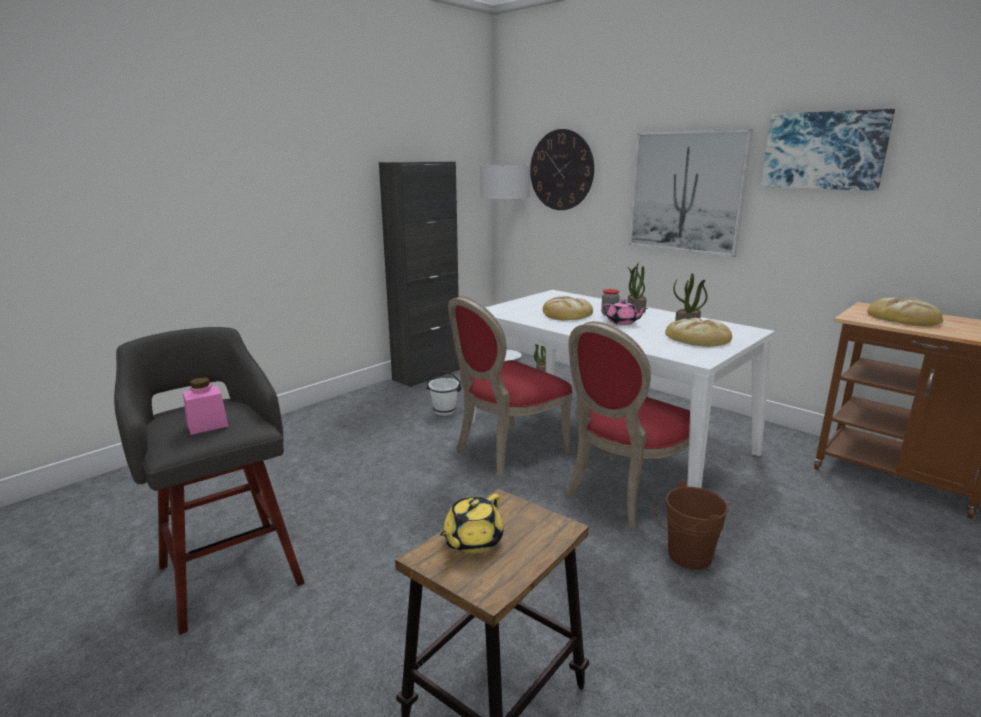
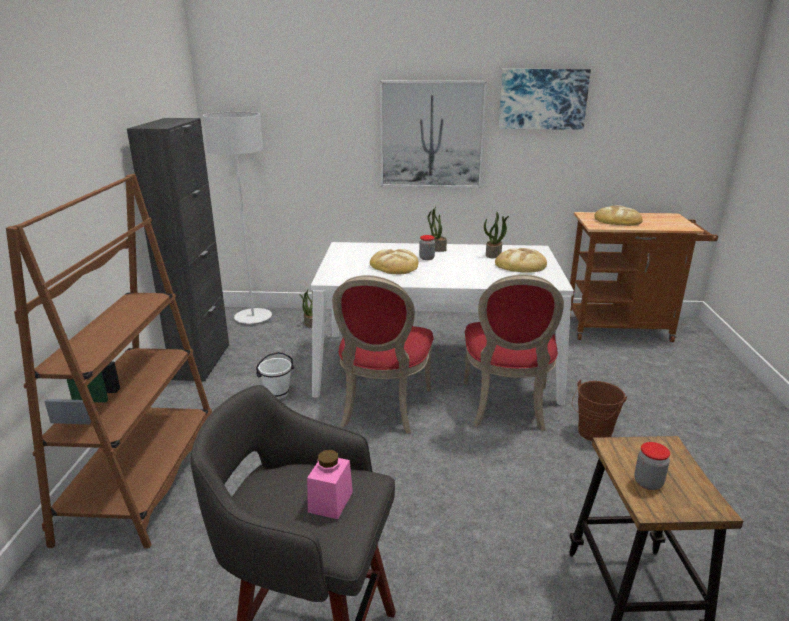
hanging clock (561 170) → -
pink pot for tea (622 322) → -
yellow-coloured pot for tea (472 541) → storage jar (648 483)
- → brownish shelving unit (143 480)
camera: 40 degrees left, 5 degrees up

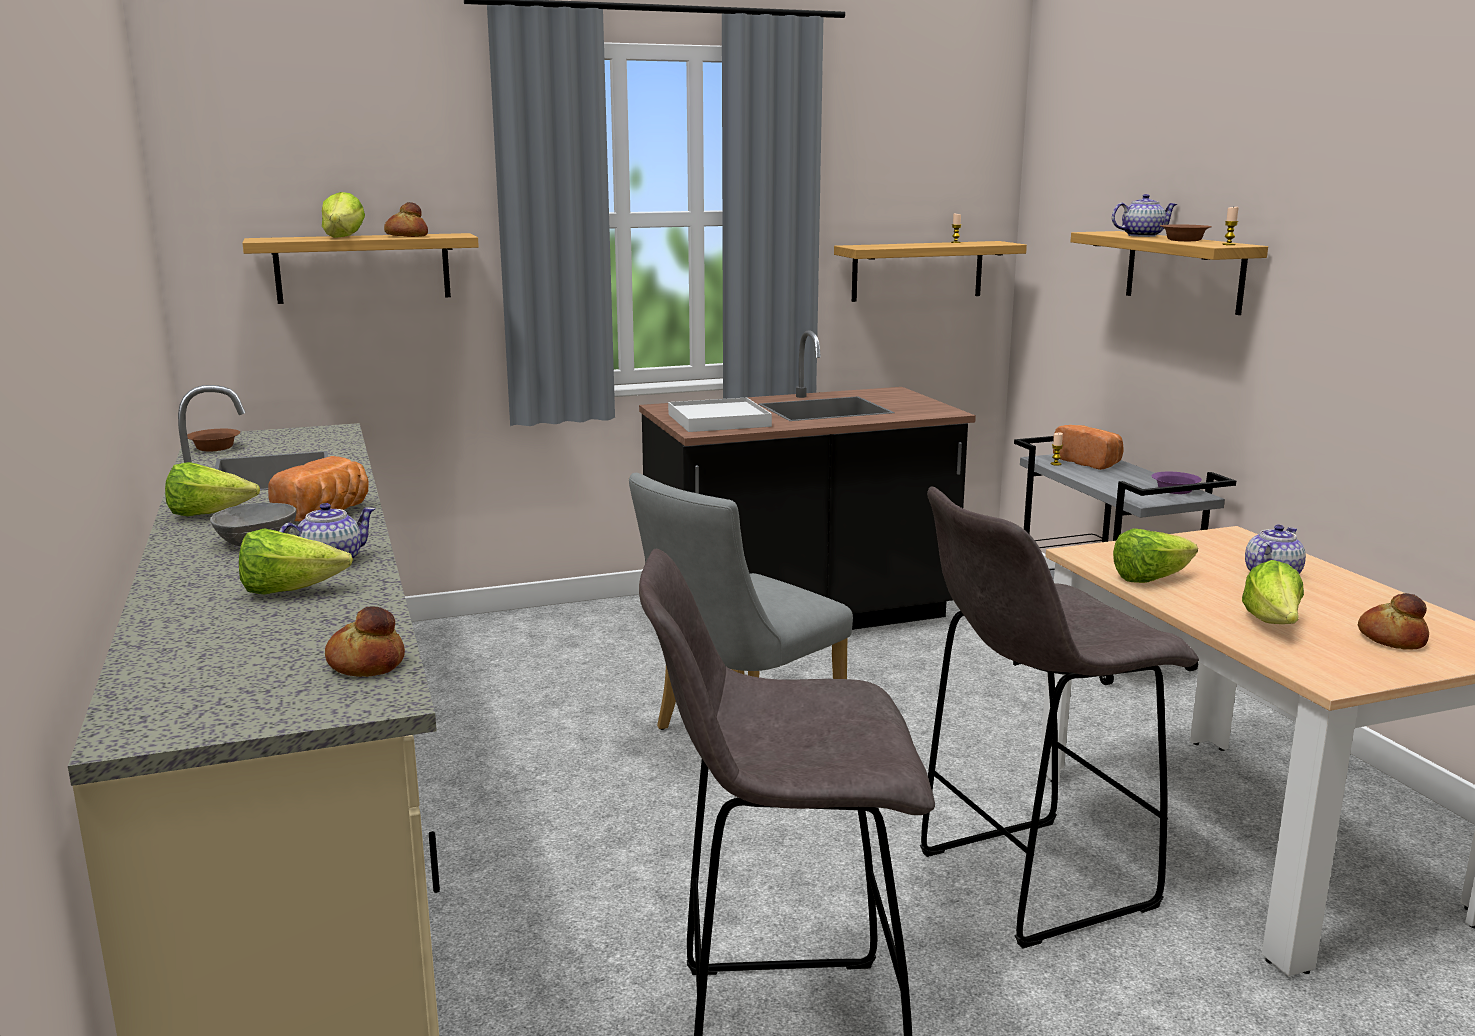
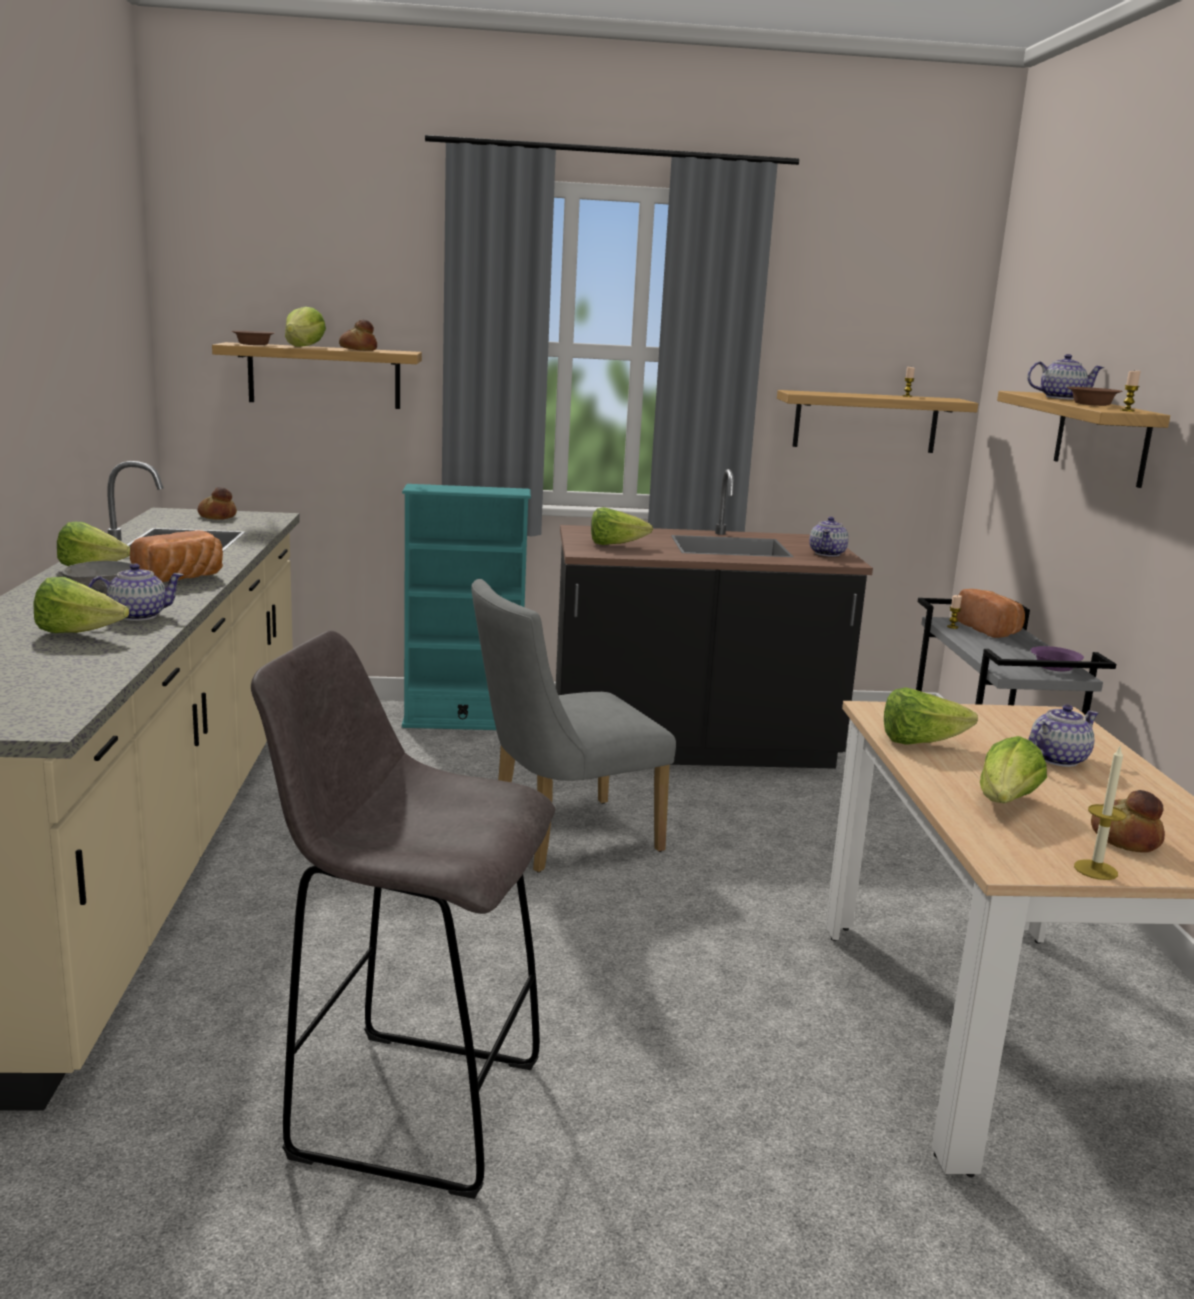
whitish tray (718 420) → lettuce (615 545)
brownish serving bowl (213 448) → brownish serving bowl (252 344), moved
gray stool (1029 881) → -
bread (367 663) → bread (218 516), moved
- → blue-green shelving unit (463 722)
- → pot for tea (827 553)
- → candle (1095 870)
camera: 15 degrees right, 0 degrees up

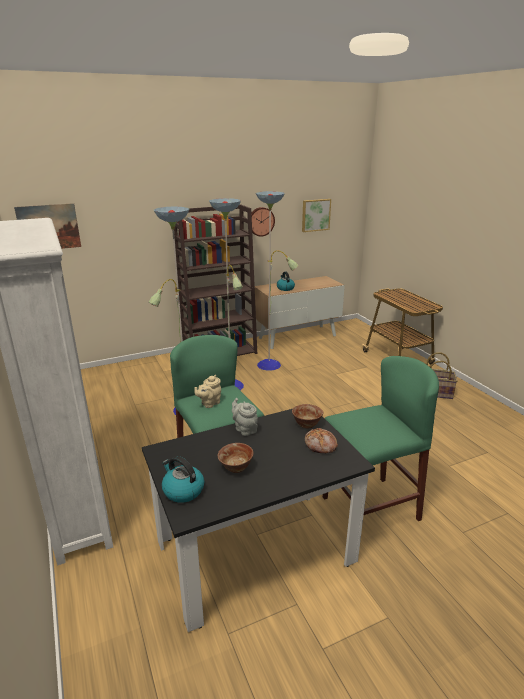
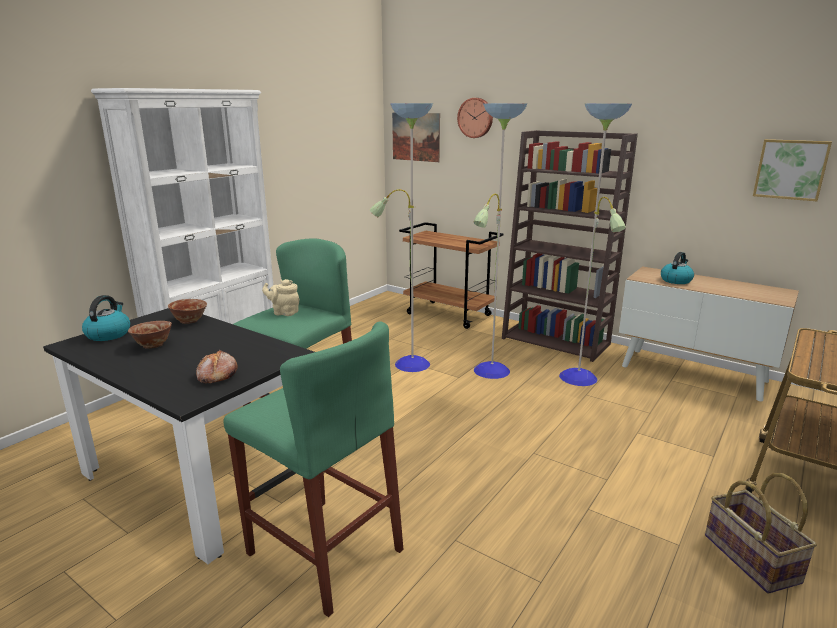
hanging clock (260 221) → hanging clock (476 118), moved
gray pot for tea (244 429) → -
serving bowl (306 424) → serving bowl (189 321), moved
- → brownish trolley (449 314)
camera: 60 degrees right, 5 degrees down

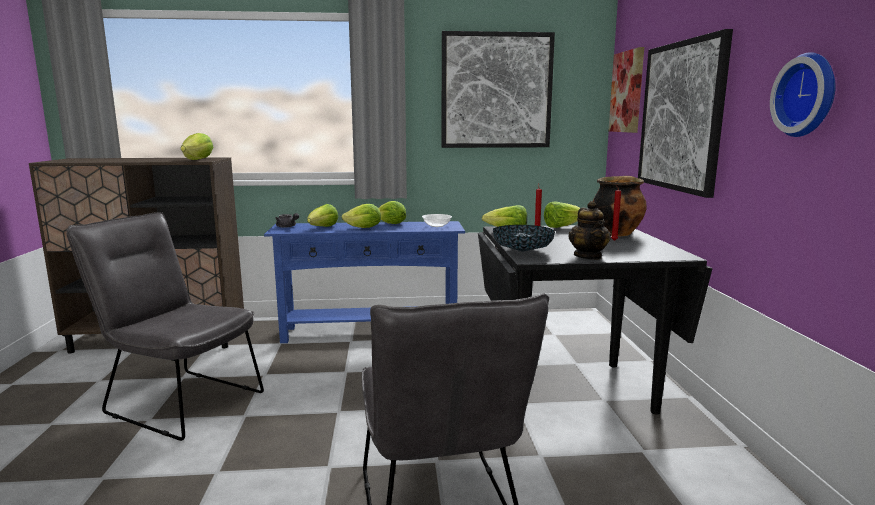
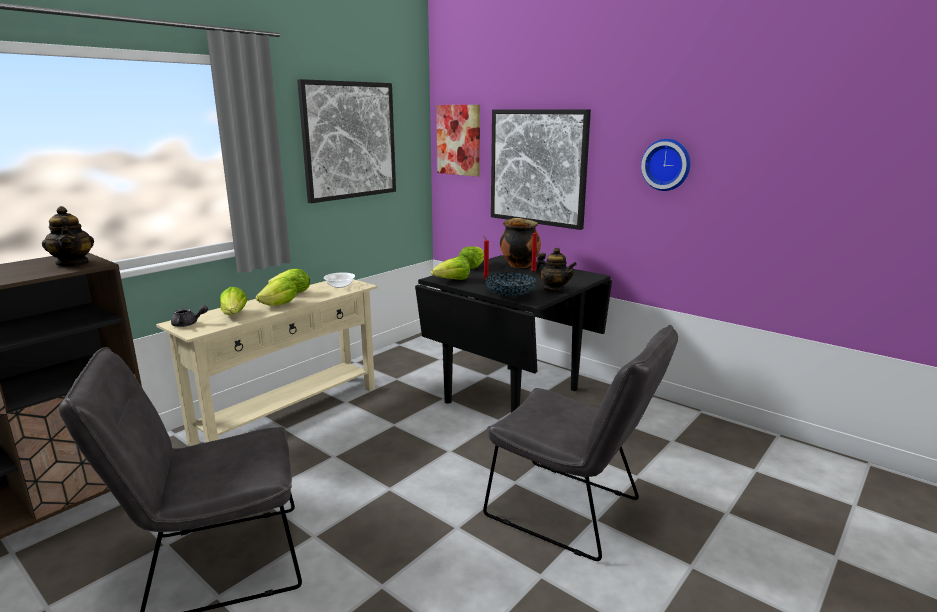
lettuce (198 159) → pot for tea (73 263)
blue hall table (370 332) → sand-coloured hall table (289 413)
camera: 45 degrees left, 5 degrees up

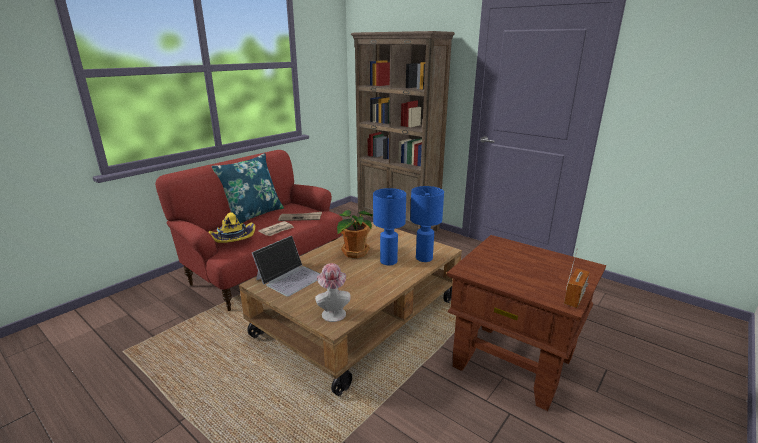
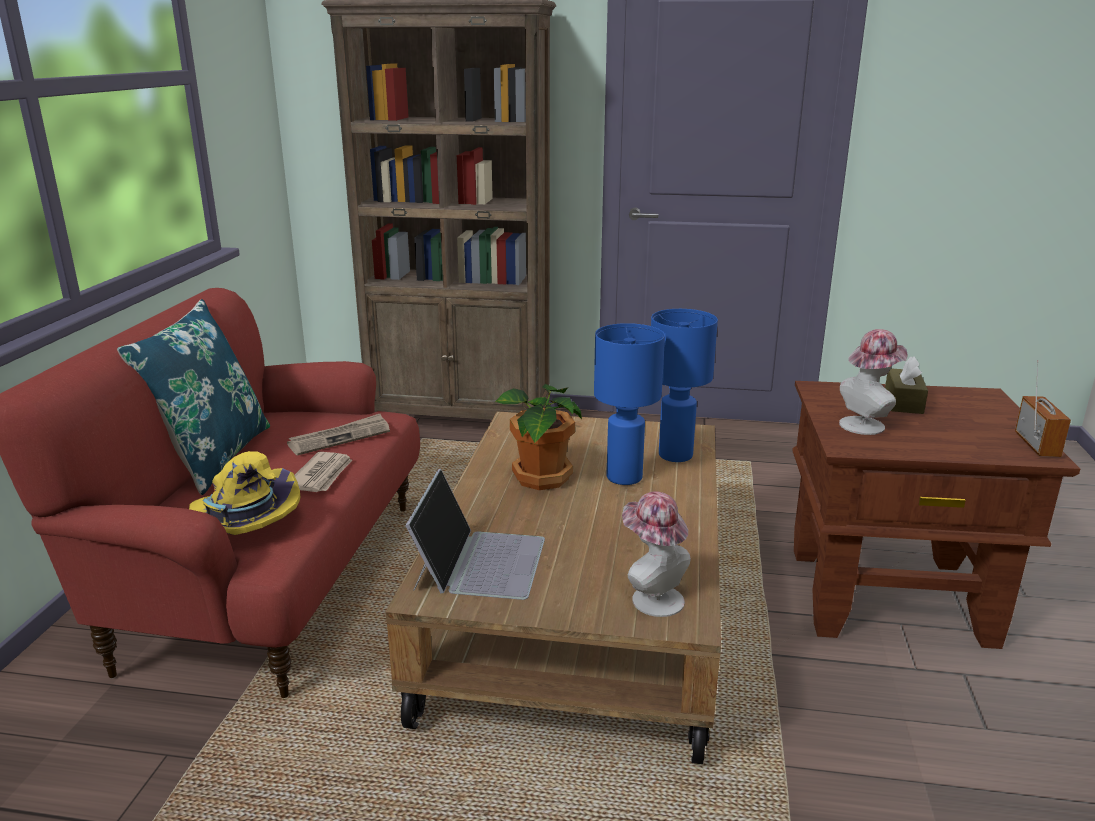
- → wearable hat (866 424)
- → brownish box of tissues (903 402)
camera: 30 degrees left, 0 degrees up

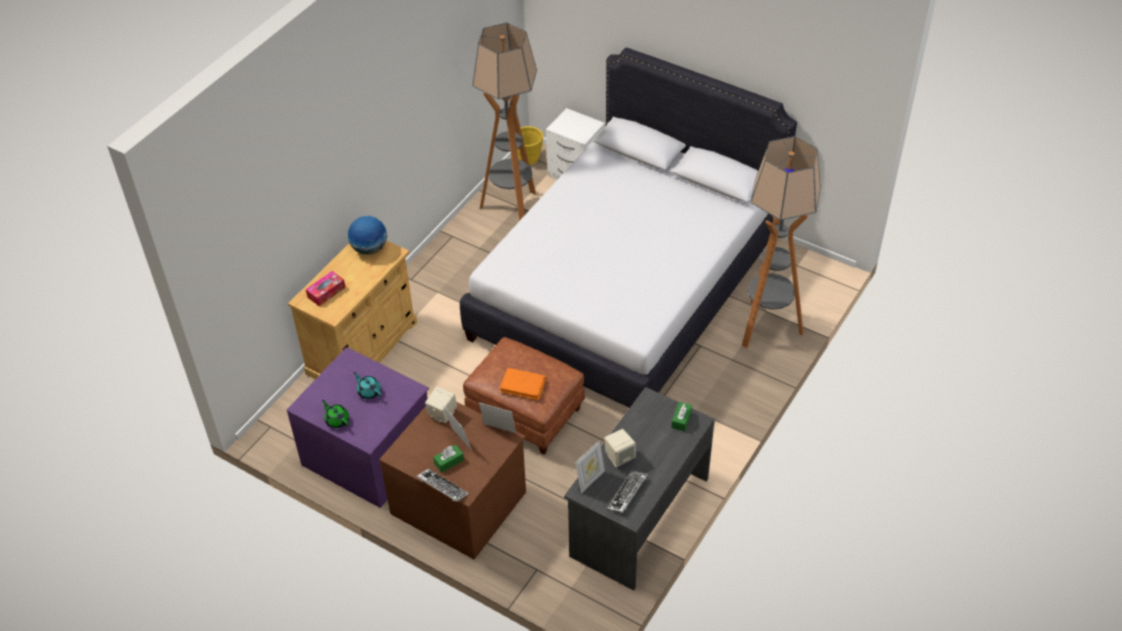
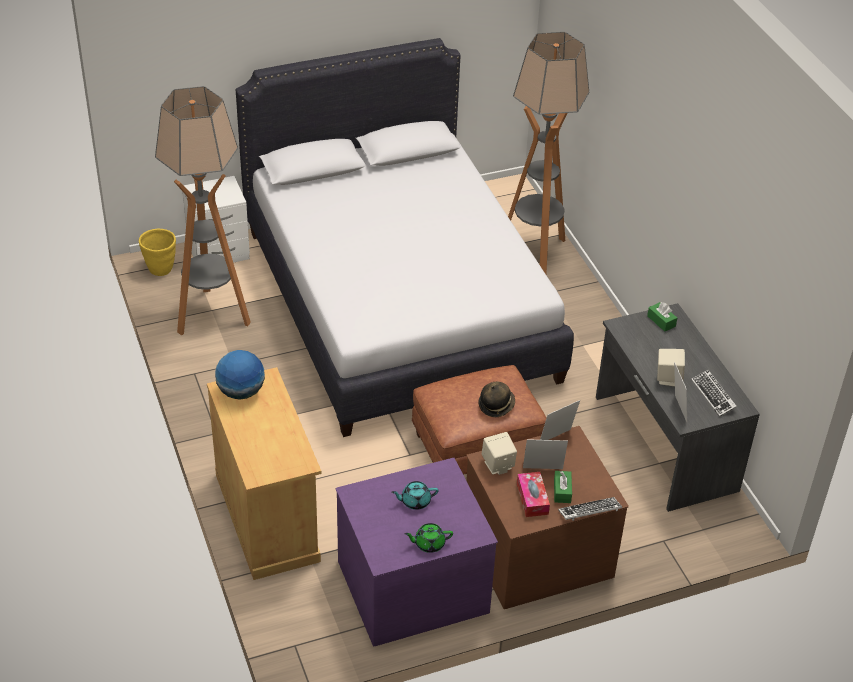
box of tissues (326 292) → box of tissues (532 499), moved
orange-coloured volume (523 385) → wearable hat (496 405)
camera: 55 degrees left, 5 degrees down

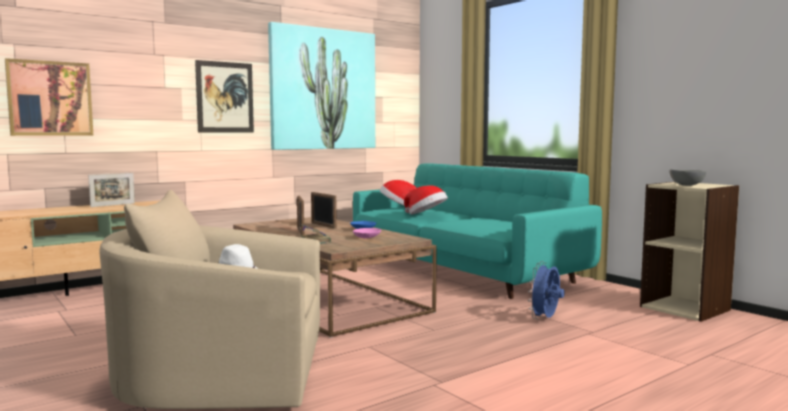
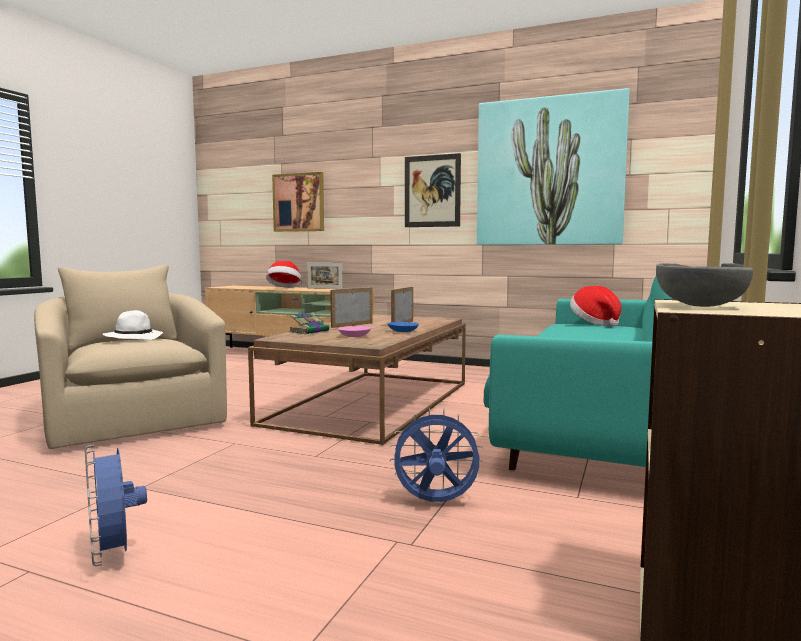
wearable hat (426 215) → wearable hat (285 288), moved
- → blue electric fan (113 555)
camera: 60 degrees right, 0 degrees up

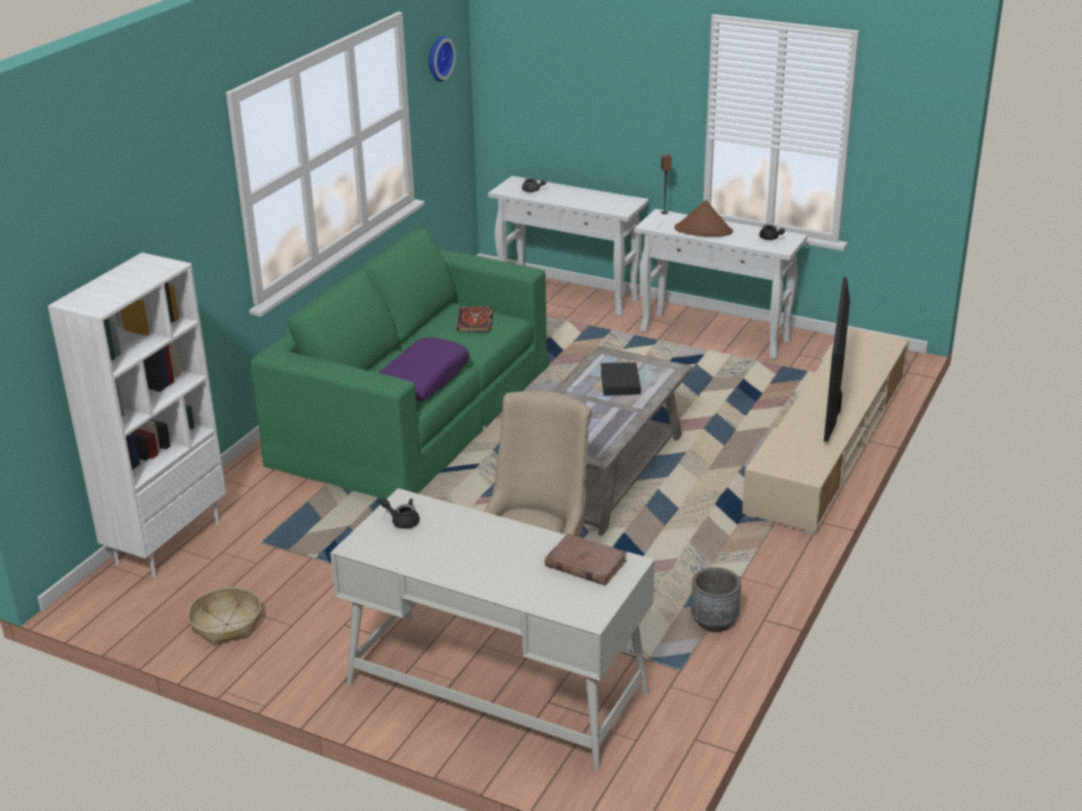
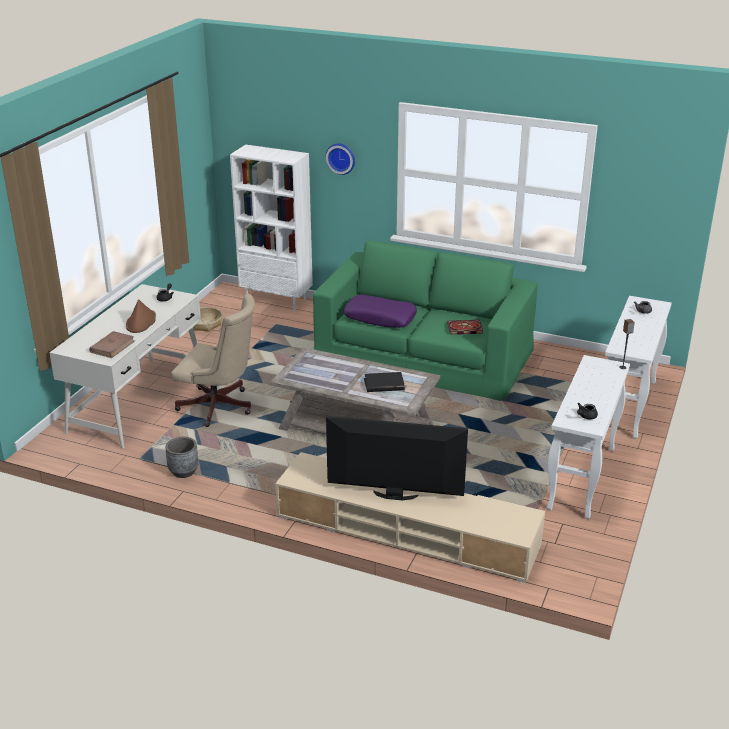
hanging clock (438 58) → hanging clock (341 158), moved
brownish wearable hat (703 230) → brownish wearable hat (141 322), moved
camera: 85 degrees right, 0 degrees up

